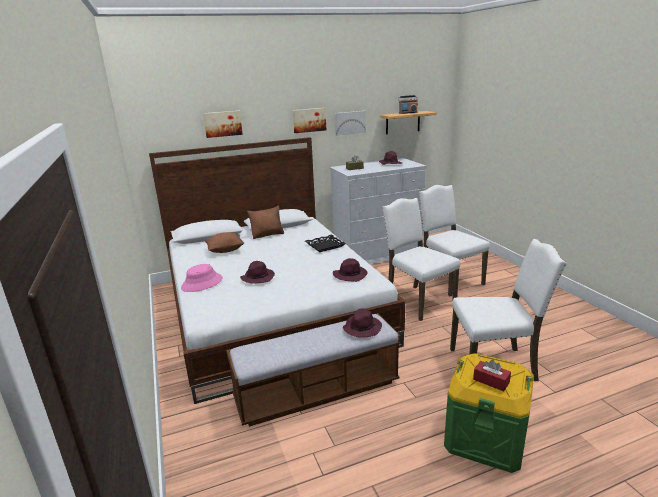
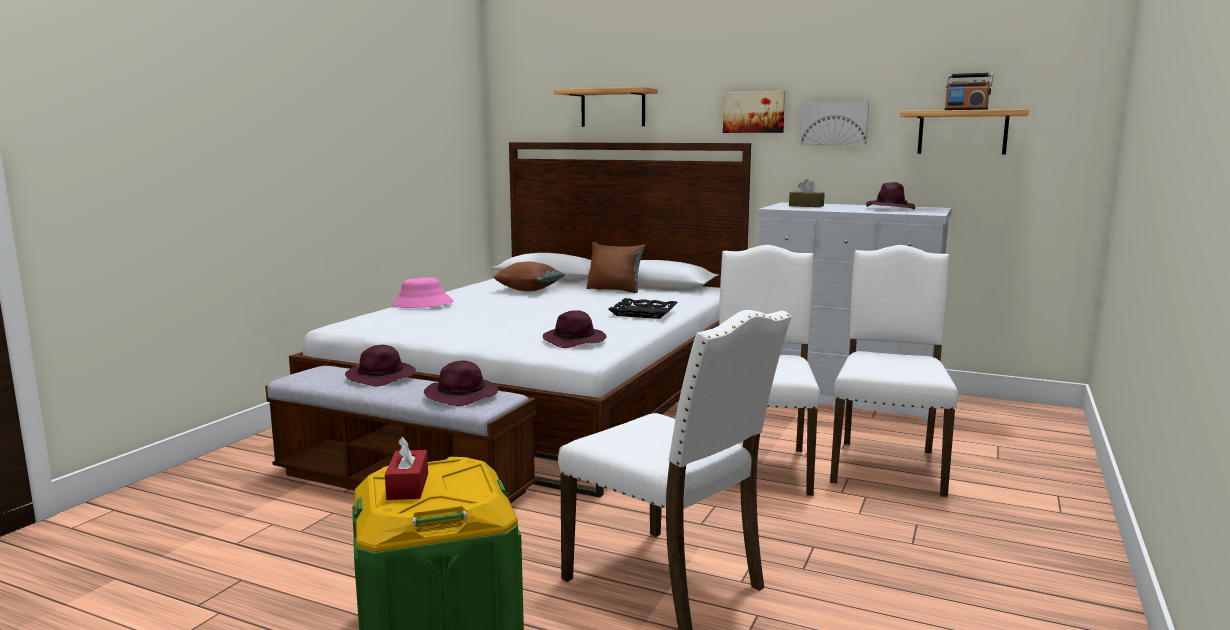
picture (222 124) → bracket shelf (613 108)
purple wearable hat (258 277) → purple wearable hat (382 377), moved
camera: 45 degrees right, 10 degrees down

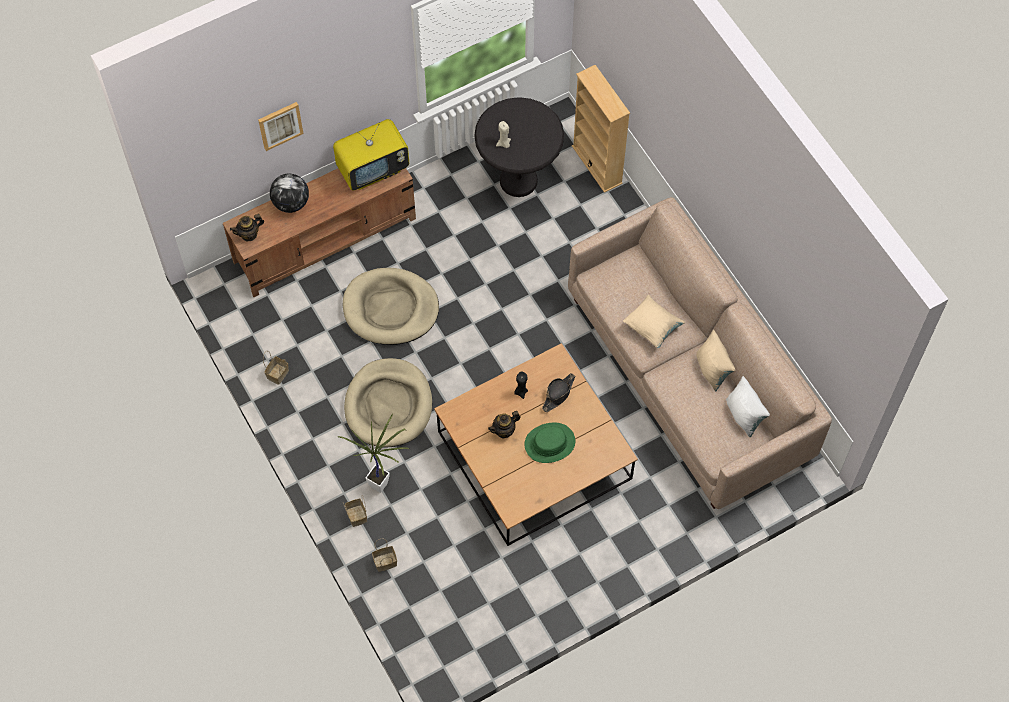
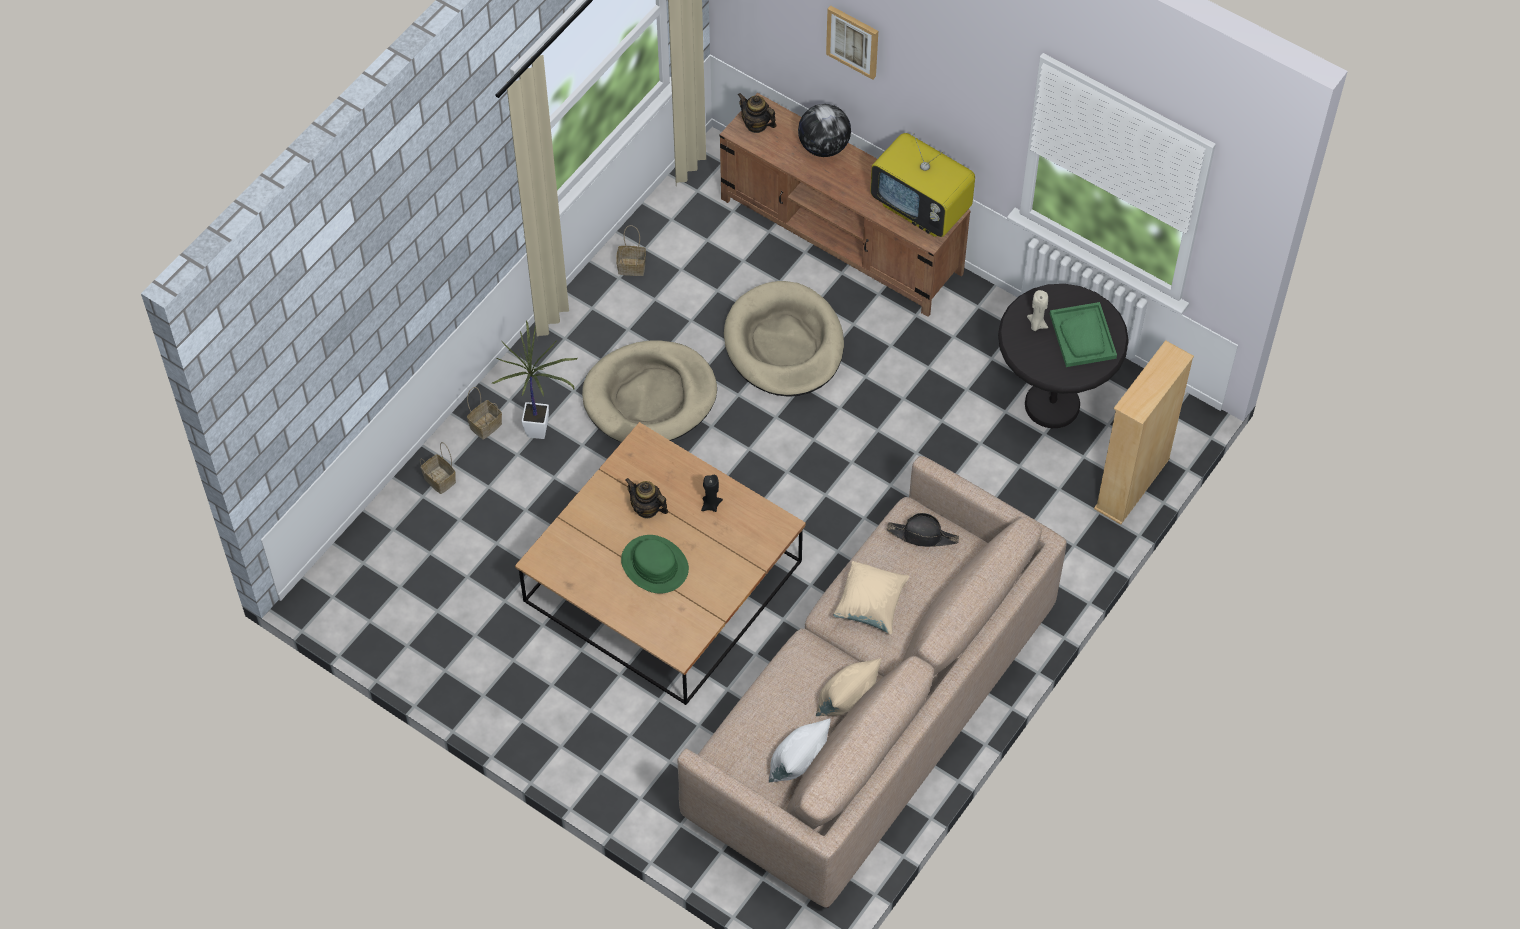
blackish wearable hat (558 394) → blackish wearable hat (923 535), moved
- → green tray (1083 336)
camera: 65 degrees right, 5 degrees down

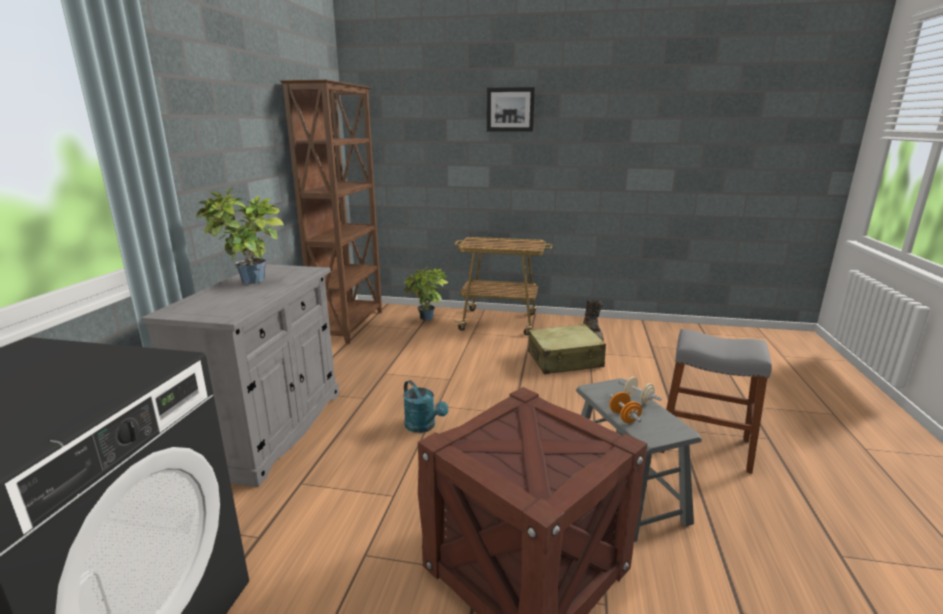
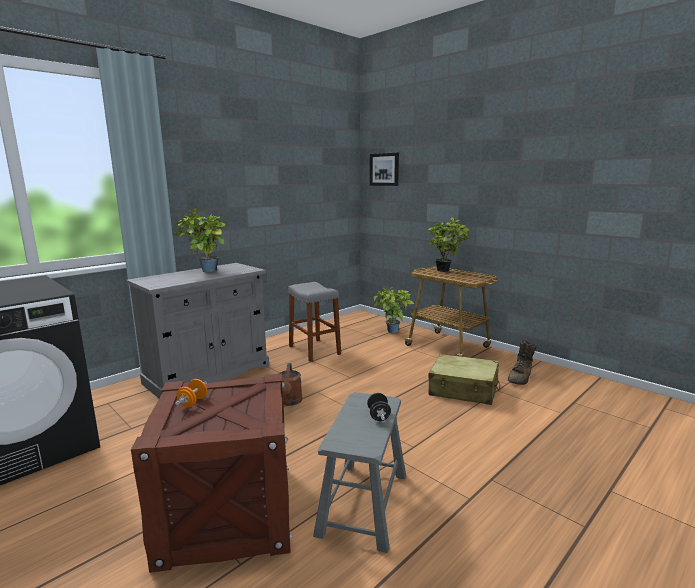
brownish shelving unit (350 325) → -
picture (510 109) → picture (384 169), moved
gray stool (704 445) → gray stool (314 350), moved
sand-coloured dumbbell (637 400) → blackish dumbbell (378 416)
blue-green watering pot (423 427) → brownish watering pot (290 402)
orange-coloured dumbbell (624 417) → orange-coloured dumbbell (193 402), moved
- → plant in a pot (446 271)
camera: 35 degrees right, 5 degrees down

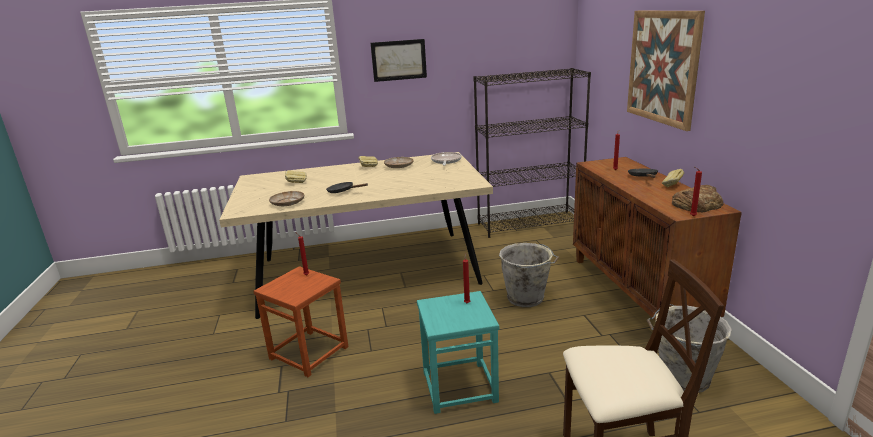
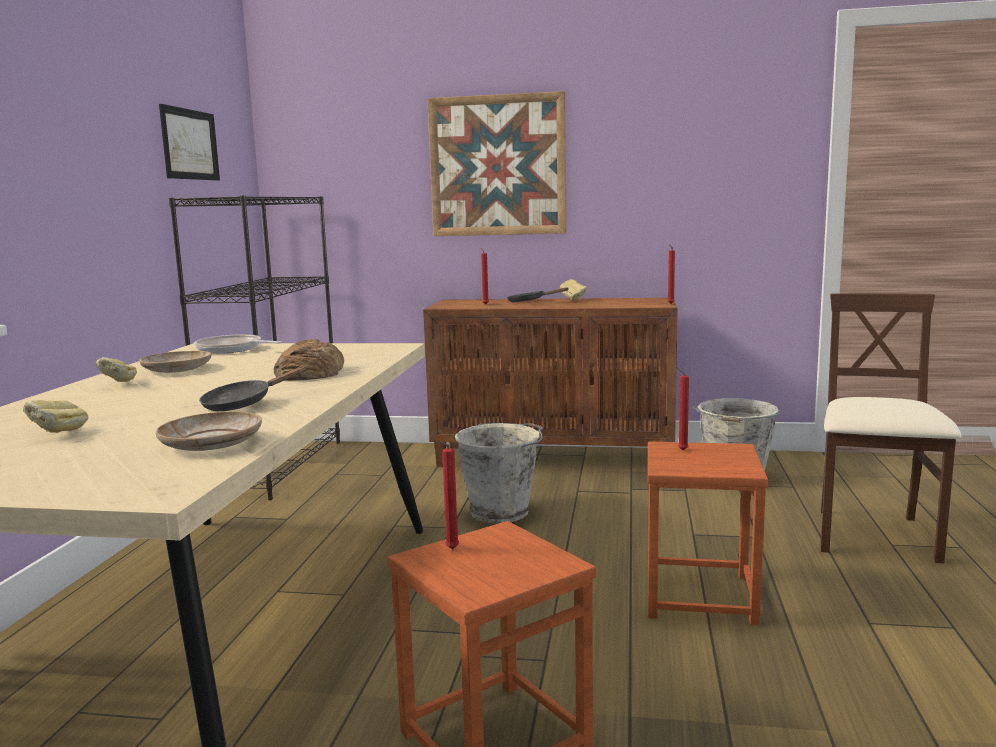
picture (399 60) → picture (190 144), moved
bread (697 204) → bread (309 372), moved
blue-green stool (459 386) → brownish stool (698 595)
camera: 70 degrees left, 10 degrees down

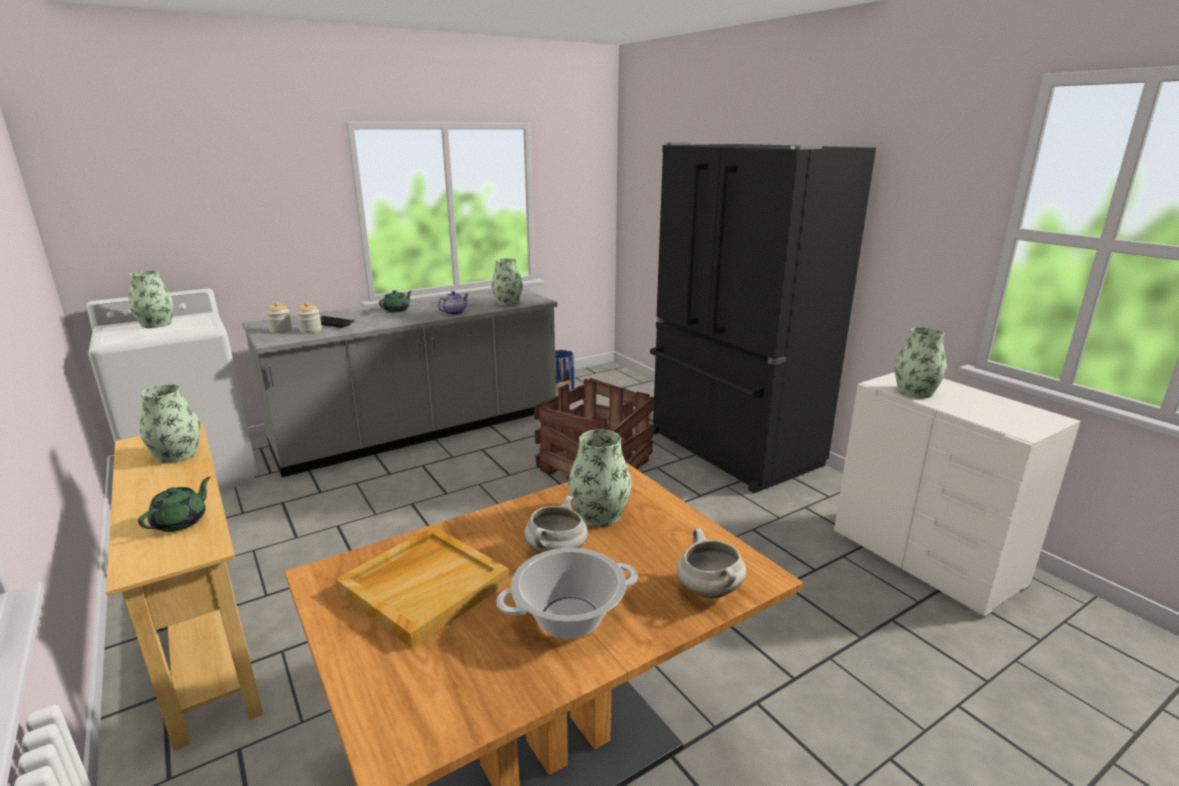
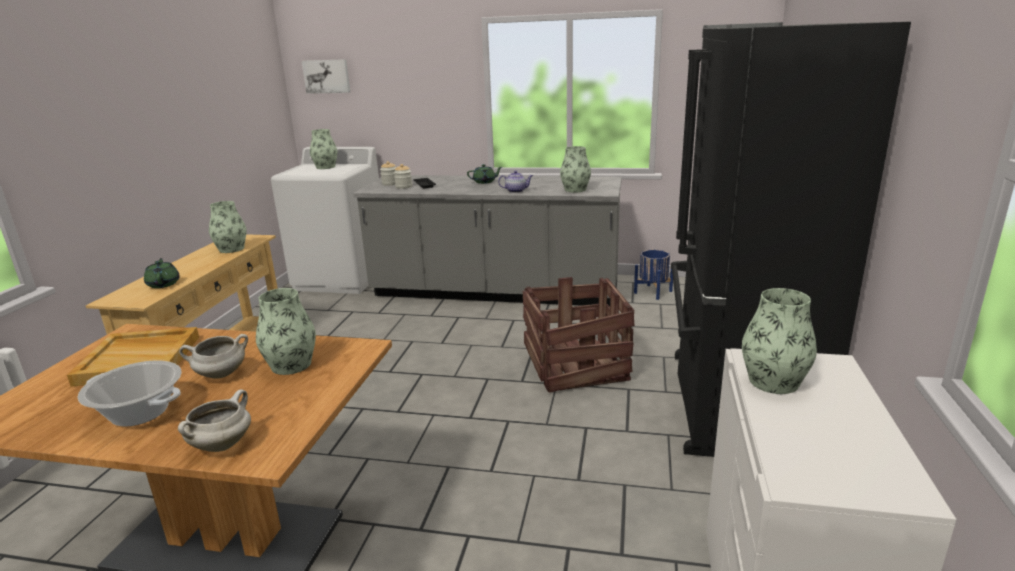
green pot for tea (181 521) → green pot for tea (164 284), 90 degrees counterclockwise
- → picture (327 76)
camera: 45 degrees right, 0 degrees up

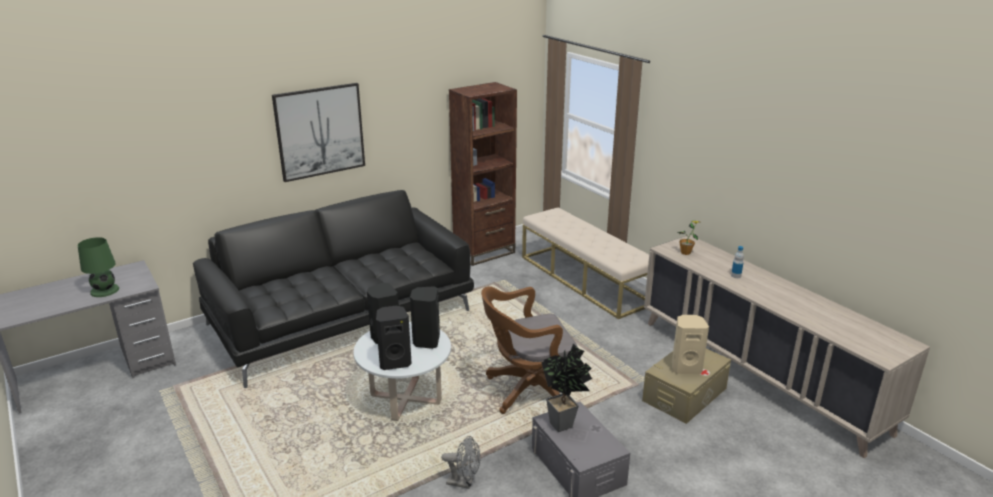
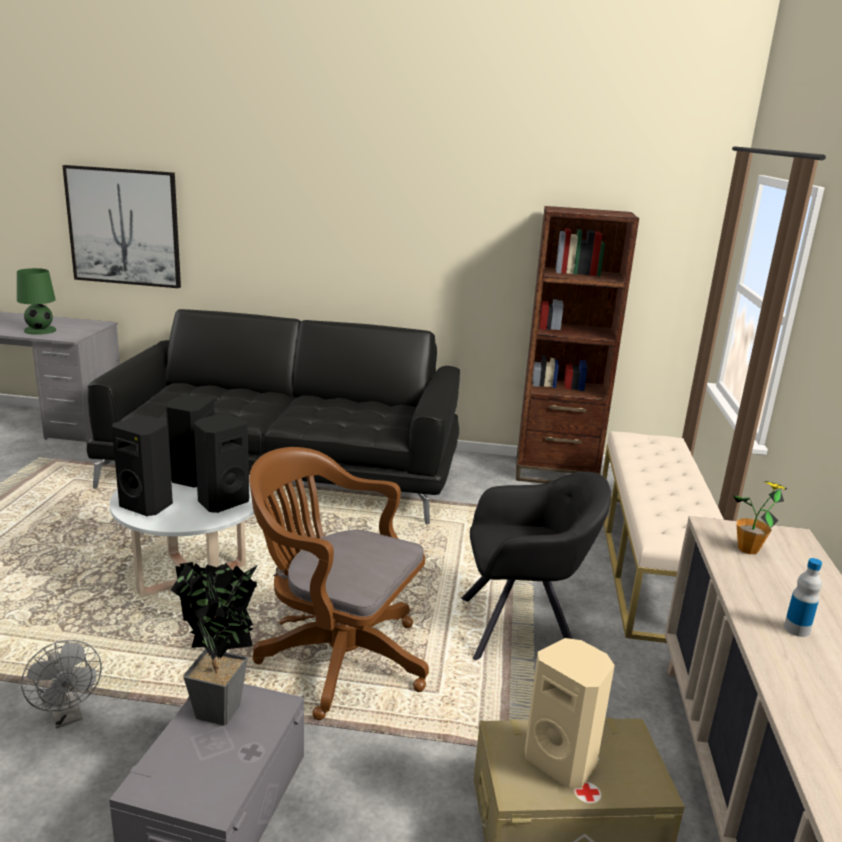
picture (320 131) → picture (124 227), moved
- → blackish lounge chair (523 628)
camera: 40 degrees right, 5 degrees down

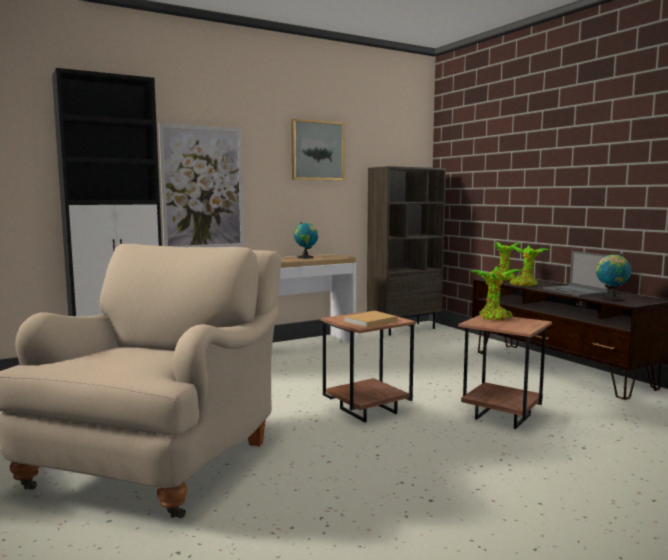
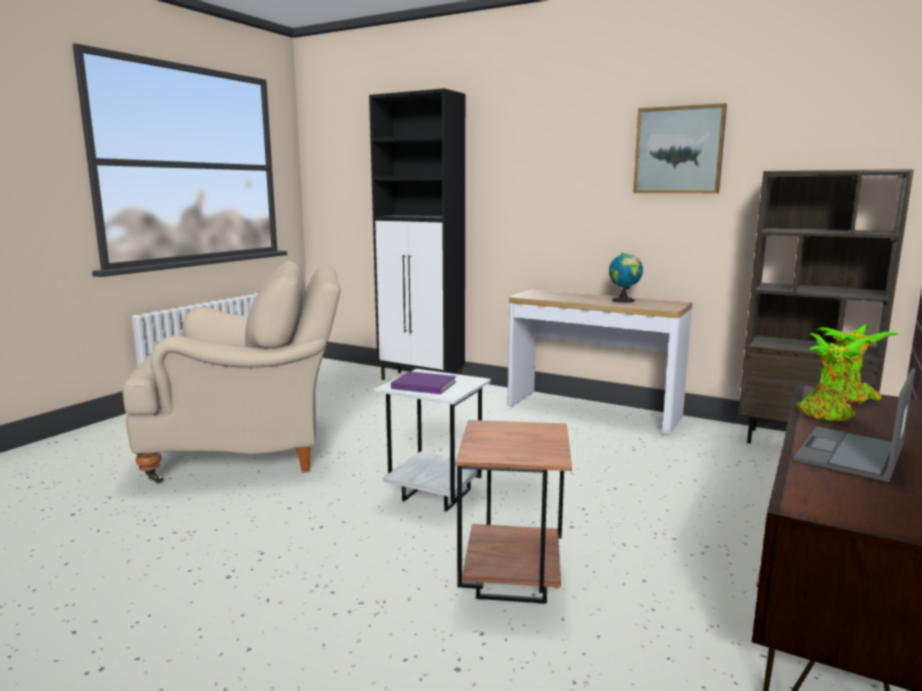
picture (203 187) → -
globe (610 299) → -
plant in a pot (494 318) → -
brownish accent table (366 411) → whitish accent table (436 494)
sand-coloured volume (369 321) → purple volume (422 385)
camera: 60 degrees right, 5 degrees up

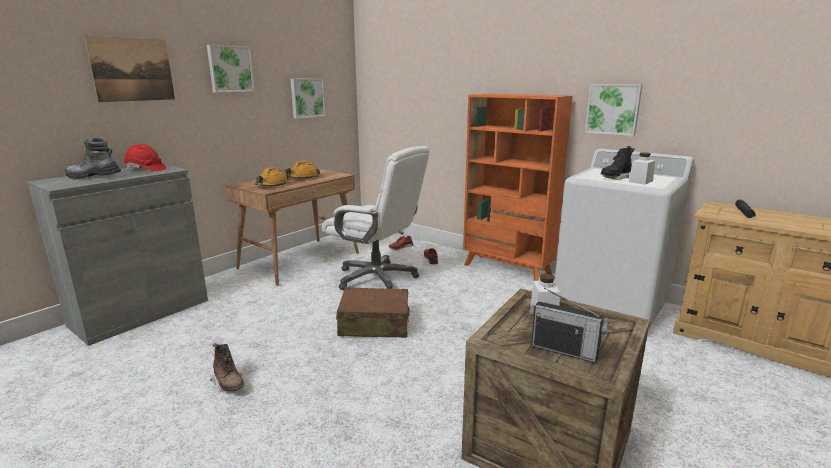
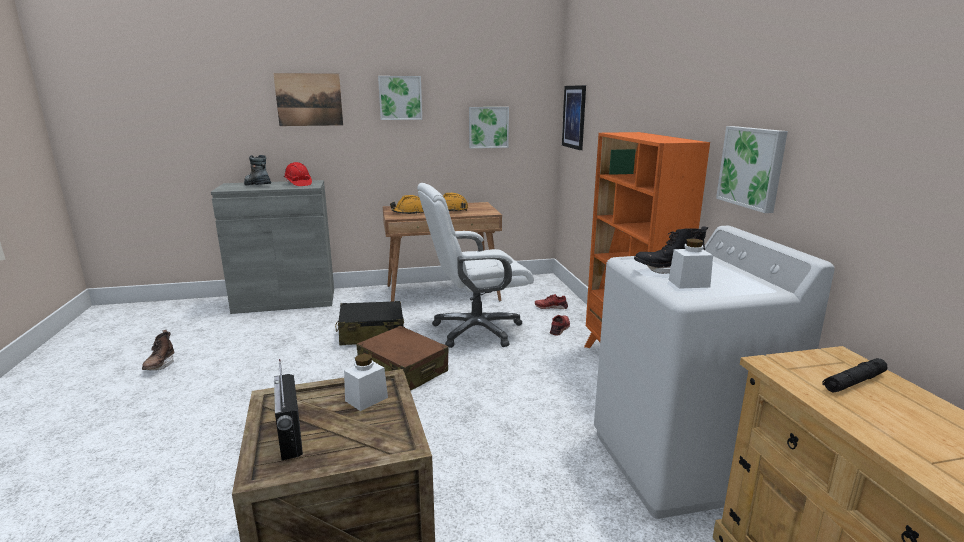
whitish office chair (377 278) → whitish office chair (476 330), 90 degrees clockwise
brownish tall boot (229 384) → brownish tall boot (160 365), moved
- → picture (574 117)
- → blackish piece of luggage (371 334)
camera: 40 degrees right, 0 degrees up

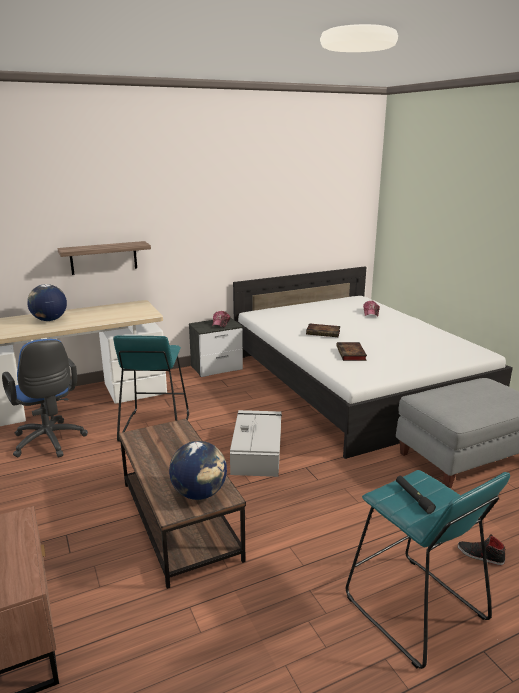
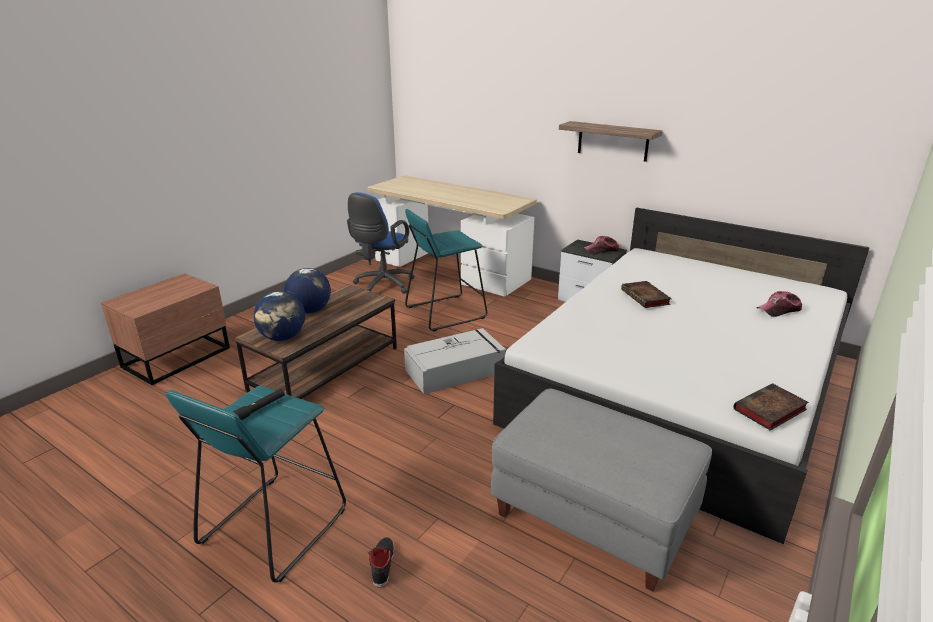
bracket shelf (103 258) → bracket shelf (612 141), moved
globe (49 320) → globe (310 311), moved
volume (351 354) → volume (769 410), moved
camera: 60 degrees right, 5 degrees up

